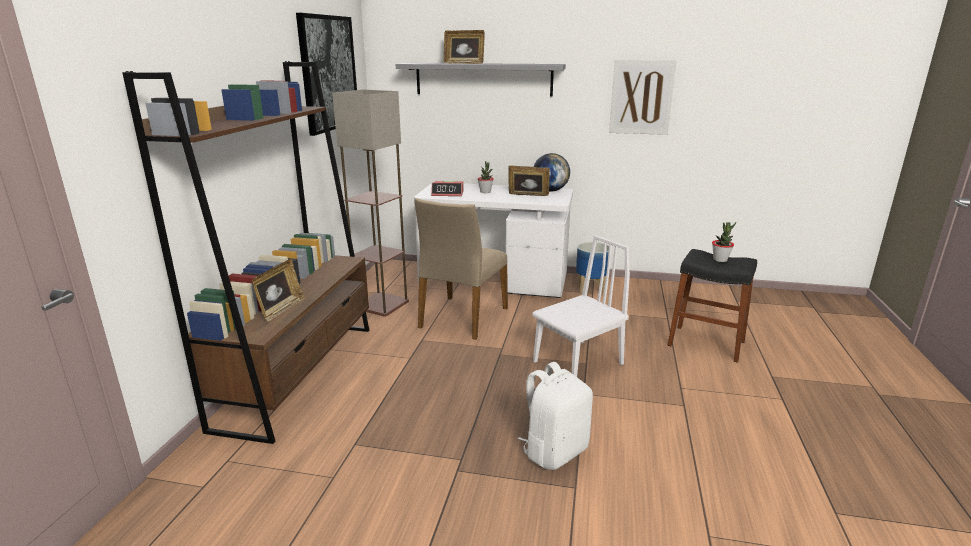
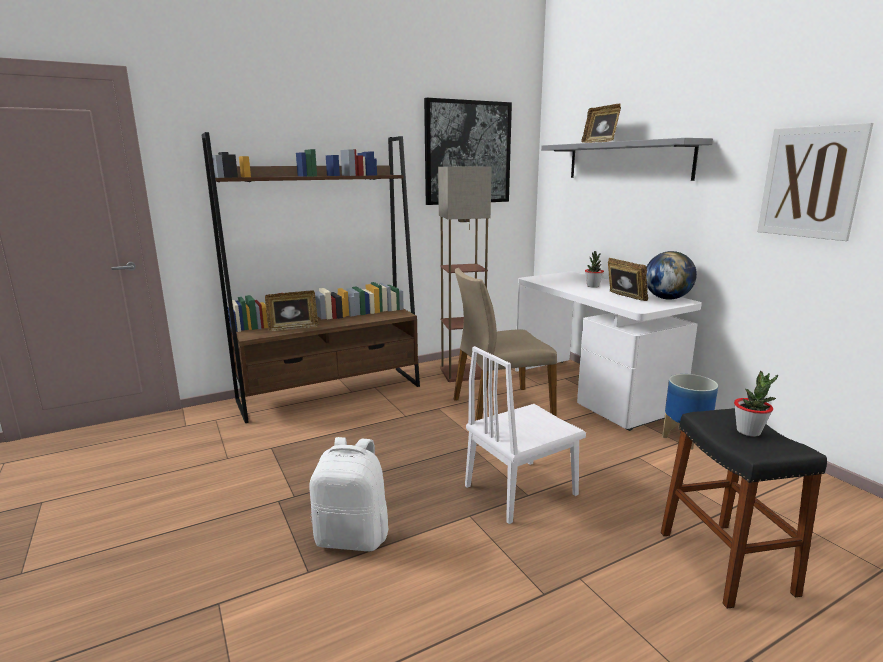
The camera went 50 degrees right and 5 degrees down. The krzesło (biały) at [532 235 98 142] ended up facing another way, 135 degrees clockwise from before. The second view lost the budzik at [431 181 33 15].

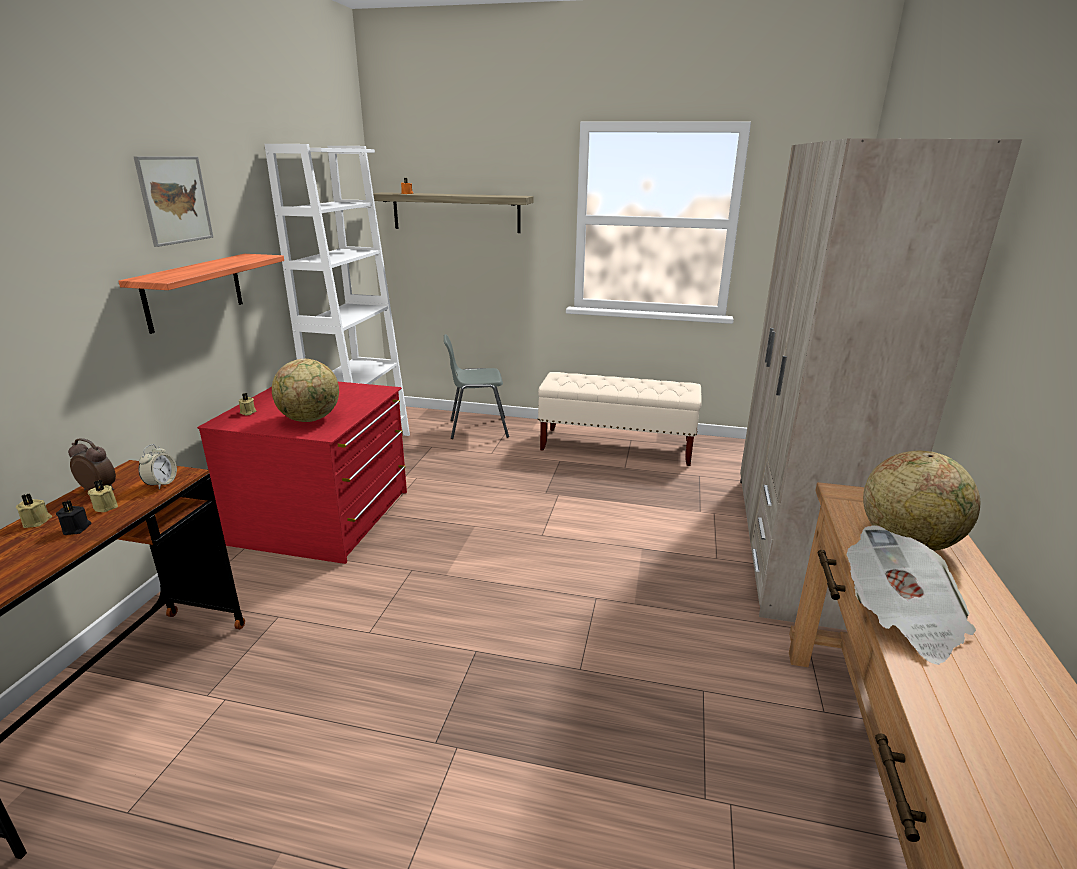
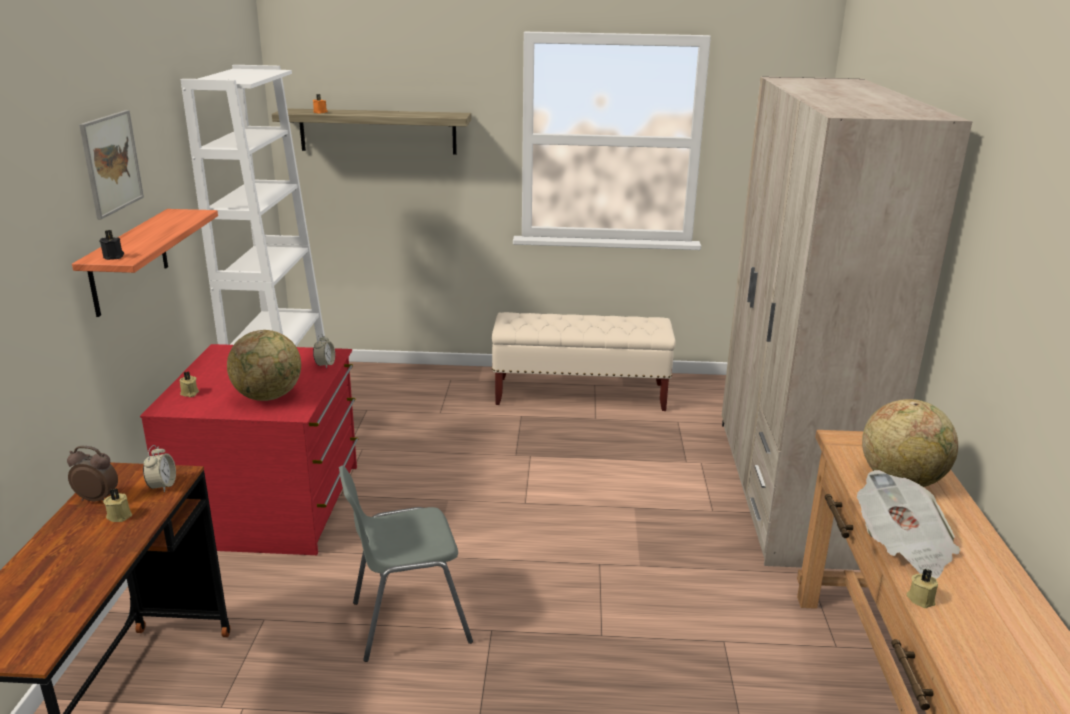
The camera went 10 degrees left and 0 degrees up. The świeca (czarny) ended up elsewhere, having gone from [56 500 36 35] to [99 230 25 30]. The second view gained the budzik at [313 334 22 35]. The krzesło (szary) ended up elsewhere, having gone from [444 334 65 105] to [339 465 134 197]. The świeca (beżowy) ended up elsewhere, having gone from [16 493 36 35] to [907 569 31 39].

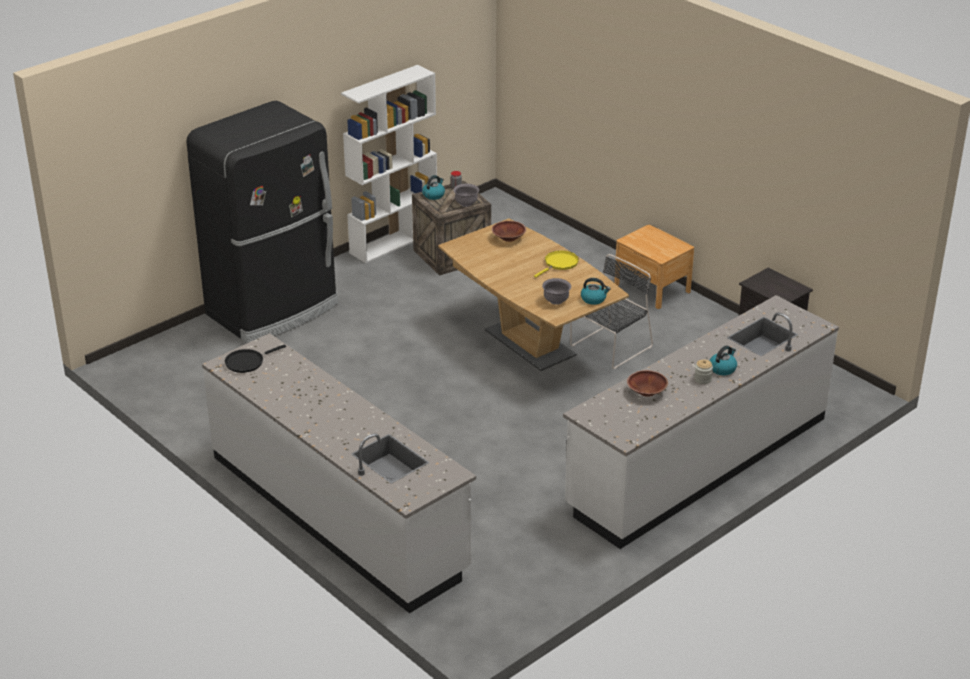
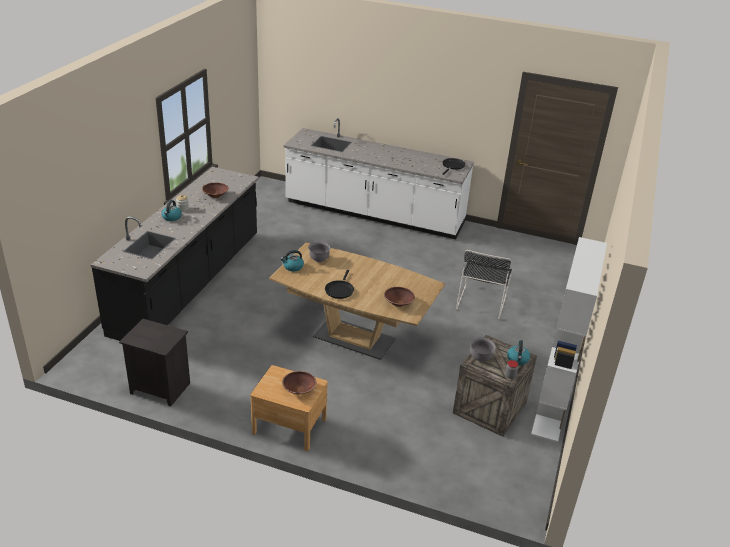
The camera went 150 degrees right and 0 degrees up. What was the zabudowa kuchenna (biały) at [563 295 276 254] turned into the zabudowa kuchenna (czarny) at [91 167 168 174]. The second view gained the miska (brązowy) at [282 371 35 24]. What was the patelnia (żółty) at [534 250 45 28] turned into the patelnia (czarny) at [325 270 29 29]. The krzesło (czarny) ended up elsewhere, having gone from [570 254 83 115] to [456 250 56 69]. The second view lost the lodówka (czarny) at [186 101 152 242].

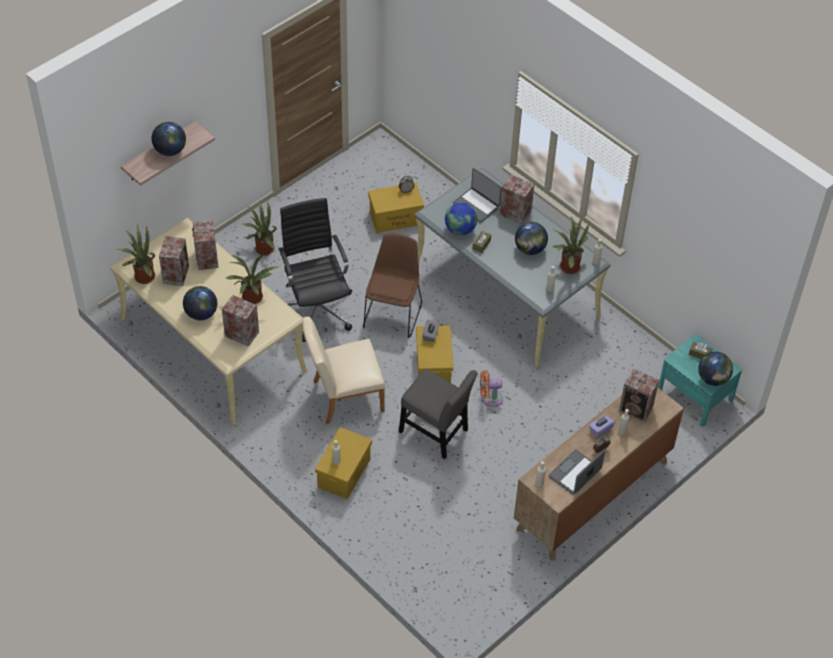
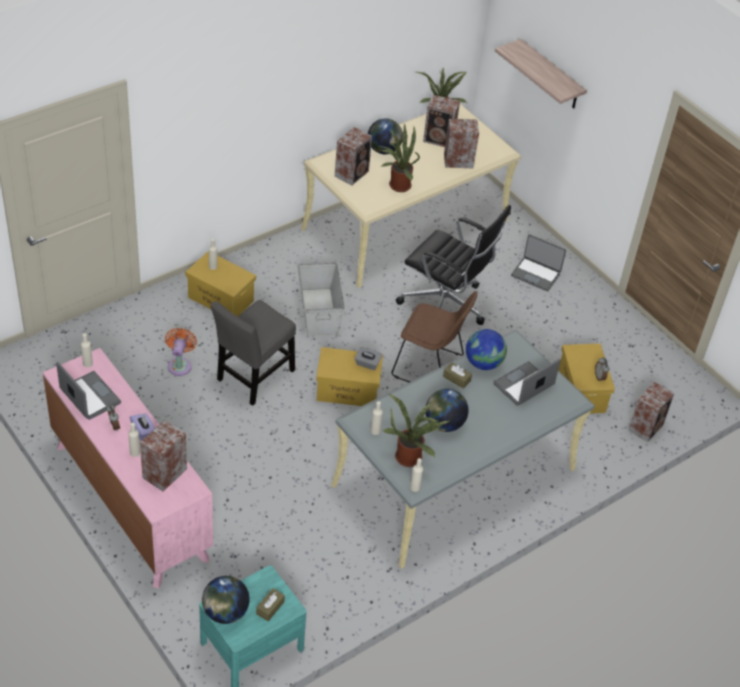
The camera went 95 degrees right and 5 degrees down. What was the komoda (brązowy) at [514 388 170 173] turned into the komoda (różowy) at [43 348 170 241]. The wentylator (pomarańczowy) ended up elsewhere, having gone from [480 370 23 37] to [165 328 32 48]. Where the krzesło (beżowy) stood at [302 317 83 107], the pojemnik do przechowywania (szary) came to stand at [298 263 47 72]. The krzesło biurowe (czarny) at [278 198 74 144] ended up facing another way, 45 degrees clockwise from before. Where the roślina doniczkowa stood at [243 201 34 55], the laptop came to stand at [511 234 55 57]. The głośnik ended up elsewhere, having gone from [499 175 35 50] to [628 382 46 60]. The second view lost the globus at [152 122 34 34].

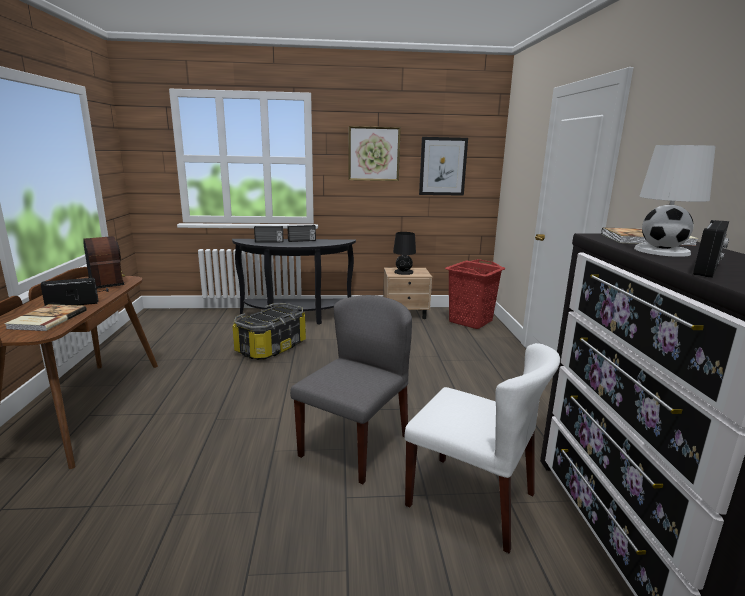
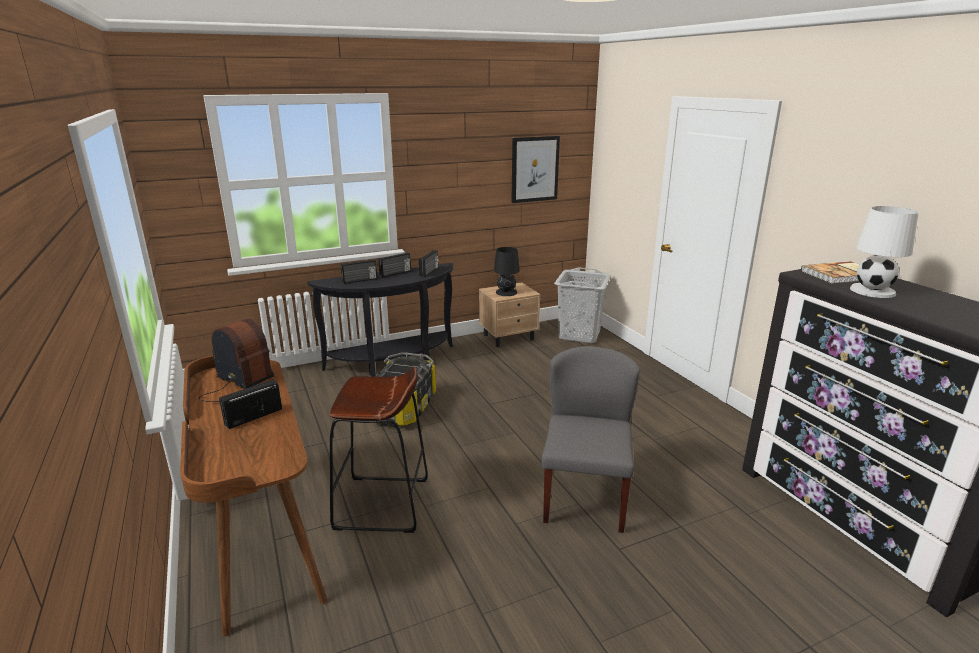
The camera went 20 degrees left and 5 degrees up. The second view gained the stołek (brązowy) at [329 367 99 166]. The radio ended up elsewhere, having gone from [693 220 36 58] to [419 250 20 27]. What was the kosz na pranie (czerwony) at [445 259 60 70] turned into the kosz na pranie (szary) at [554 267 57 76]. The second view lost the książka at [4 304 83 27]. The second view lost the obraz at [348 126 53 55]. The second view lost the krzesło (biały) at [404 343 156 210].

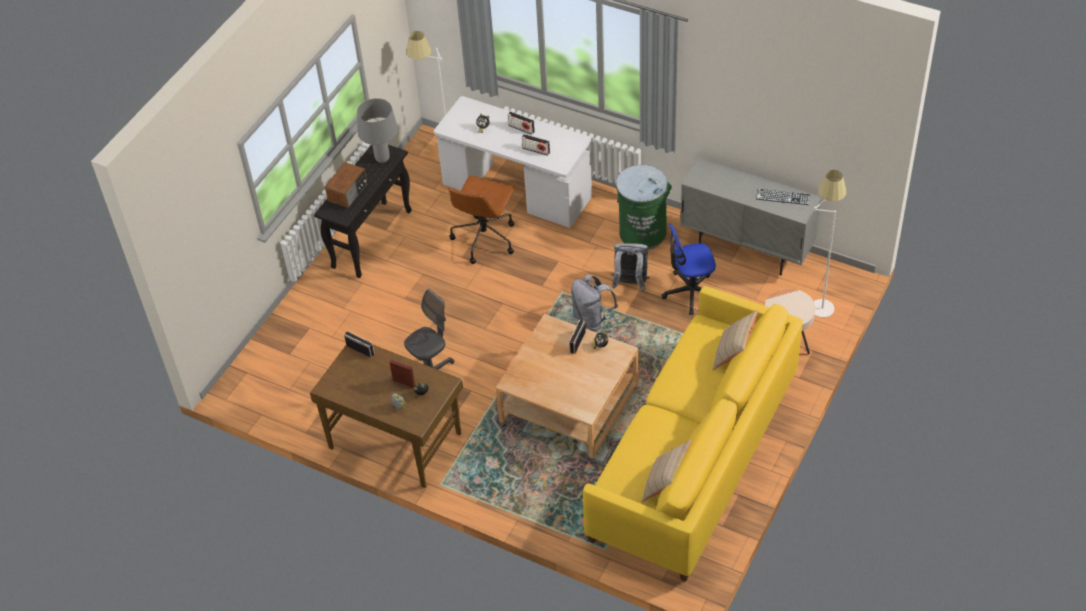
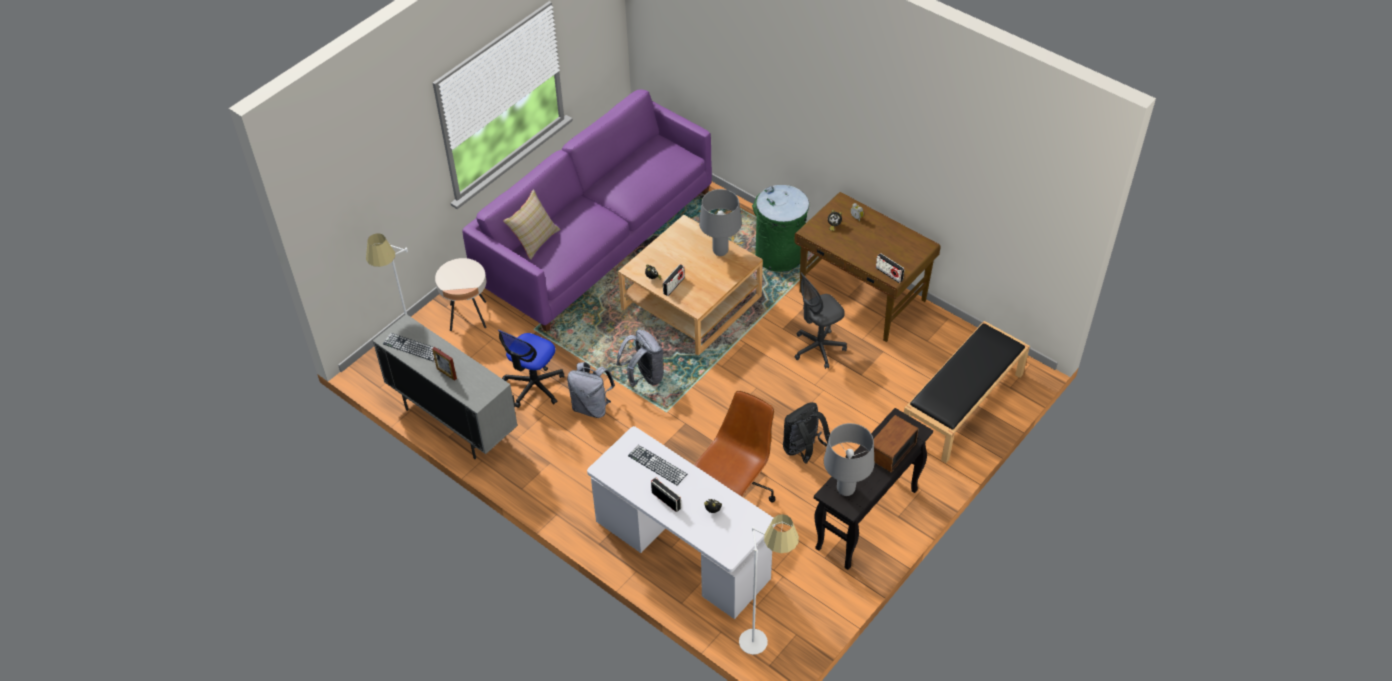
The camera went 170 degrees left and 0 degrees up. The ramka na zdjęcie ended up elsewhere, having gone from [389 360 26 28] to [432 347 25 34]. What was the kanapa (żółty) at [583 286 220 296] turned into the kanapa (fioletowy) at [462 90 250 242]. The krzesło biurowe at [661 223 55 92] ended up facing another way, 120 degrees clockwise from before. Where the radio stood at [522 134 28 22], the klawiatura came to stand at [628 445 59 40]. The second view gained the lampa stołowa (szary) at [699 189 43 67]. The kosz na śmieci (zielony) ended up elsewhere, having gone from [616 165 56 85] to [752 185 57 87]. The second view gained the plecak (czarny) at [783 402 47 62]. The second view gained the ławka (czarny) at [904 321 126 142]. The second view lost the poduszka (beżowy) at [642 440 50 62].

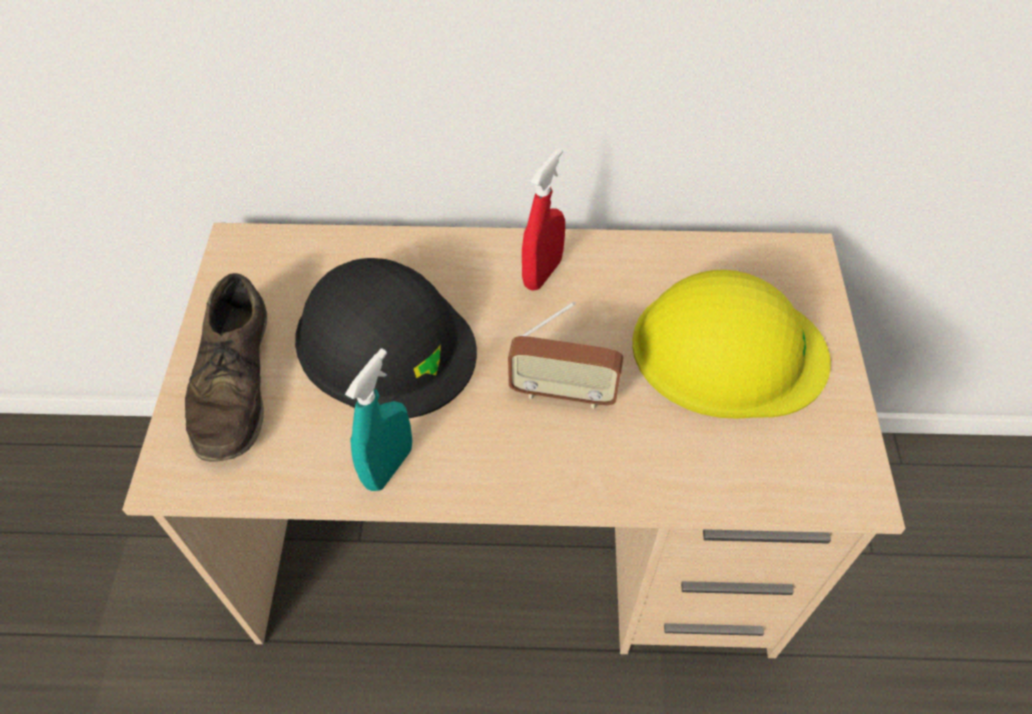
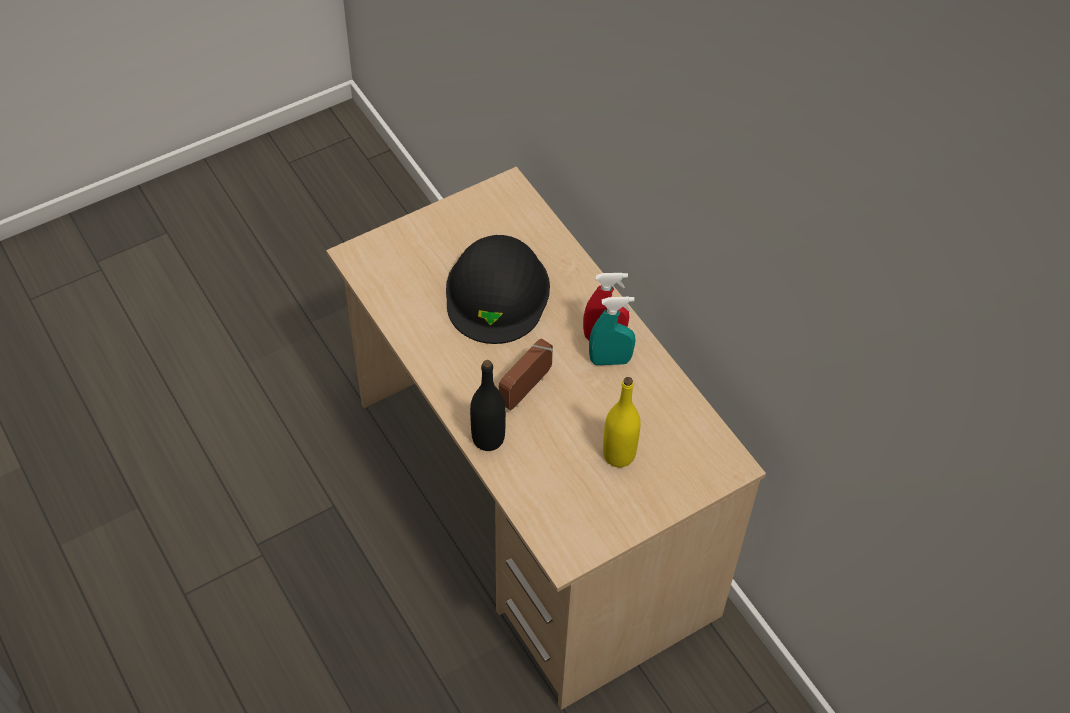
The camera went 55 degrees right and 0 degrees up. The second view gained the butelka (czarny) at [470 360 36 91]. The radio at [508 302 115 107] ended up facing another way, 60 degrees clockwise from before. The spryskiwacz (turkusowy) ended up elsewhere, having gone from [345 349 67 142] to [589 297 47 68]. Where the kask (żółty) stood at [632 270 199 149], the butelka (żółty) came to stand at [603 377 37 90]. The second view lost the but (brązowy) at [185 273 82 189].

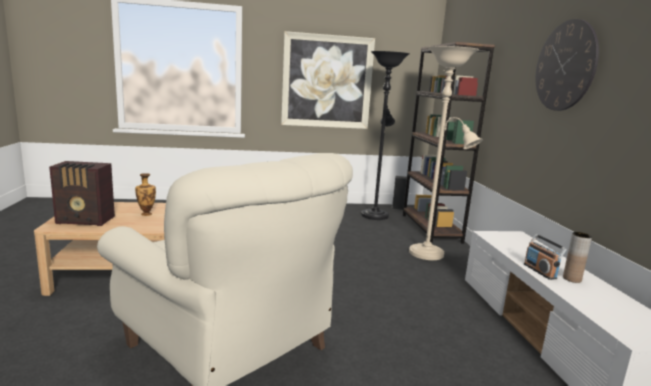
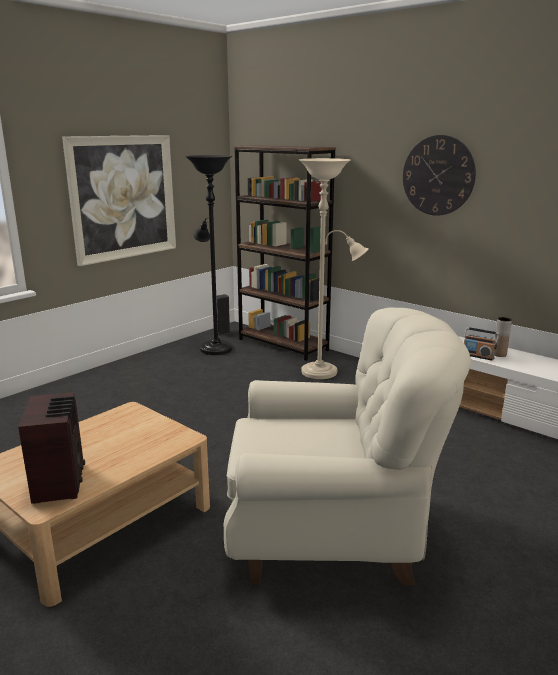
The camera went 40 degrees left and 5 degrees up. The radio at [49 161 66 65] ended up facing another way, 60 degrees counterclockwise from before. The second view lost the wazon at [135 173 21 43].

